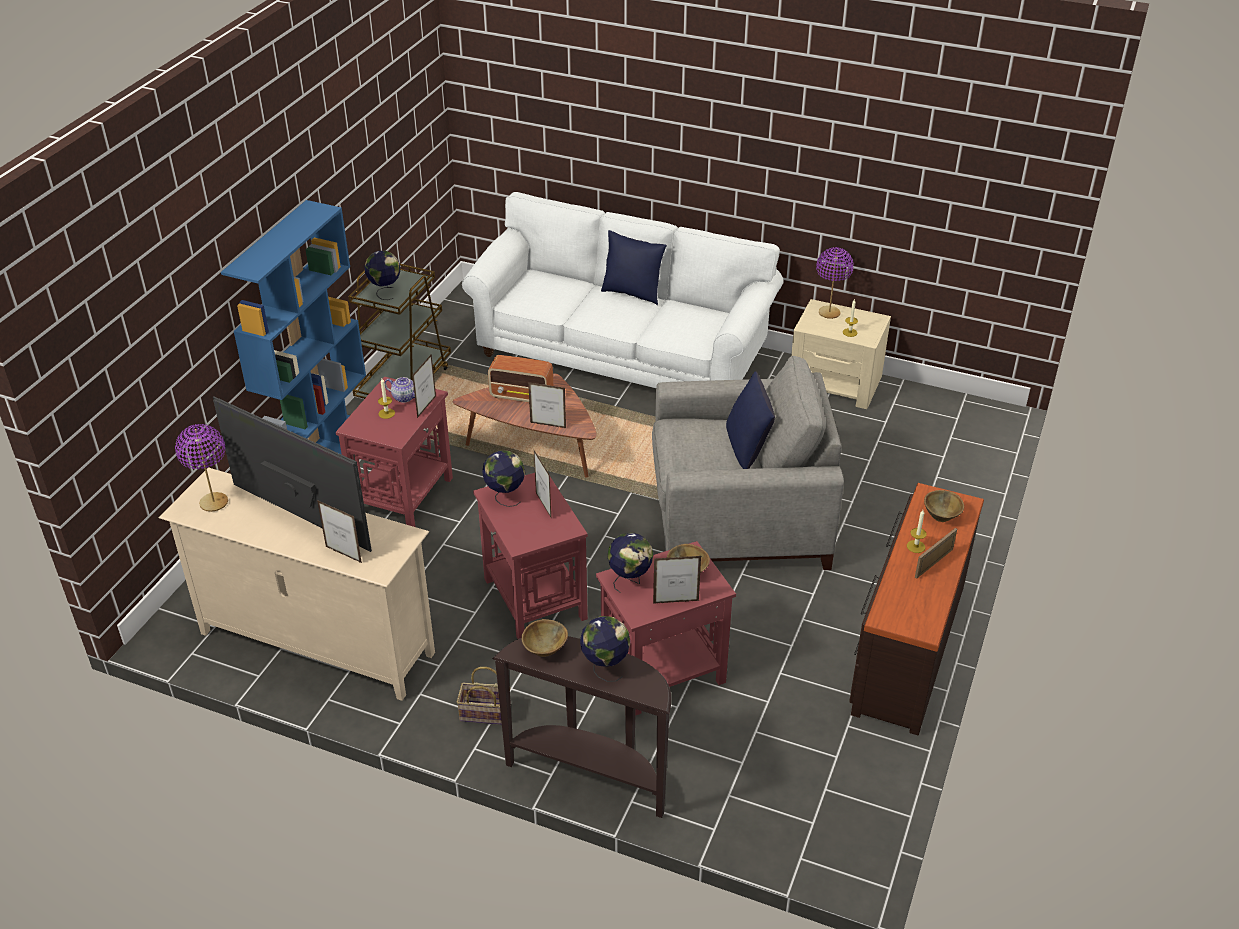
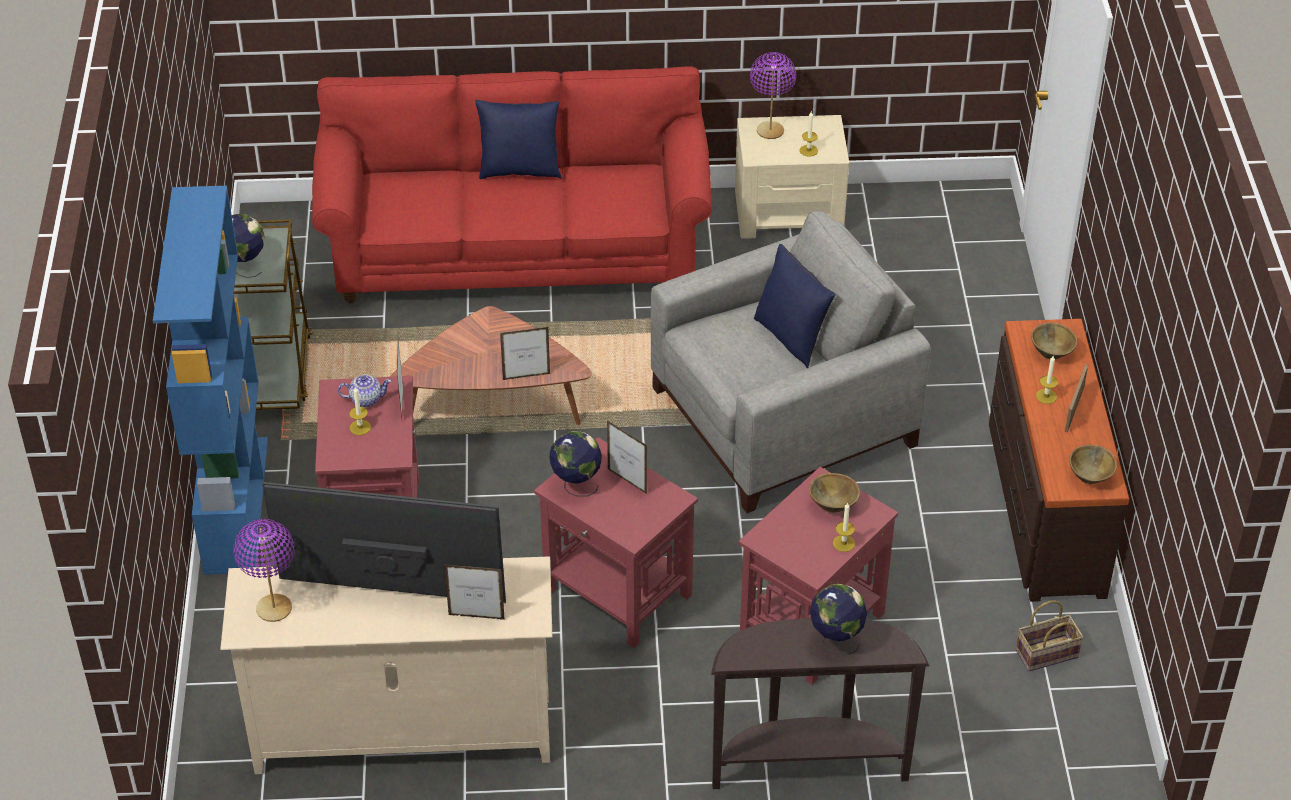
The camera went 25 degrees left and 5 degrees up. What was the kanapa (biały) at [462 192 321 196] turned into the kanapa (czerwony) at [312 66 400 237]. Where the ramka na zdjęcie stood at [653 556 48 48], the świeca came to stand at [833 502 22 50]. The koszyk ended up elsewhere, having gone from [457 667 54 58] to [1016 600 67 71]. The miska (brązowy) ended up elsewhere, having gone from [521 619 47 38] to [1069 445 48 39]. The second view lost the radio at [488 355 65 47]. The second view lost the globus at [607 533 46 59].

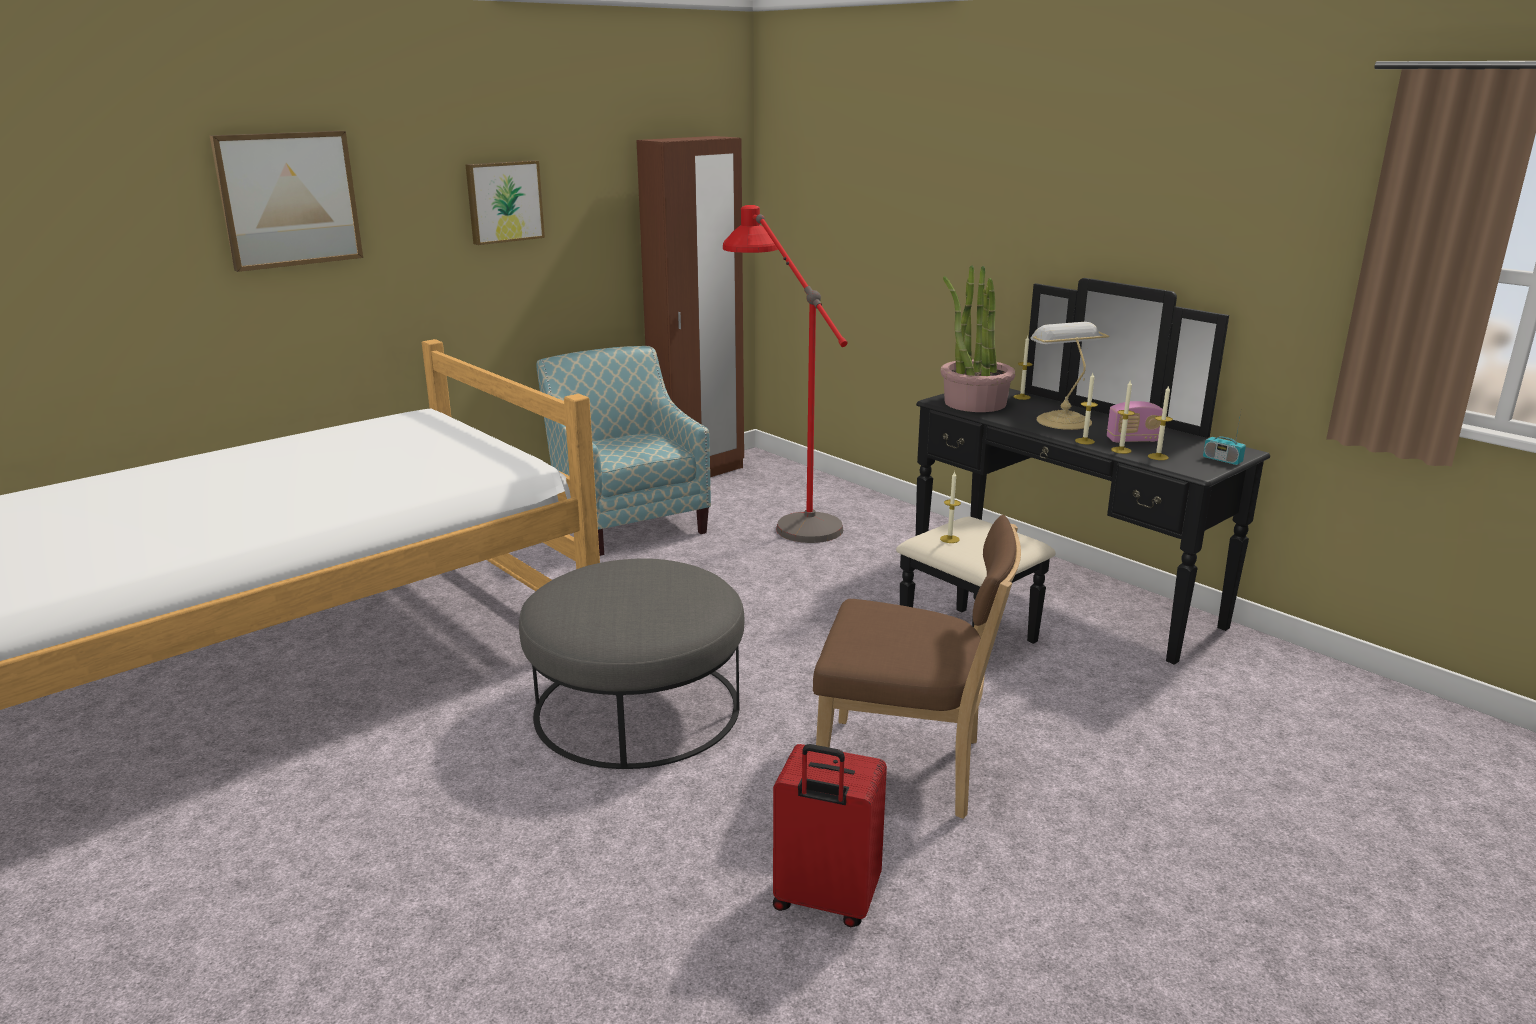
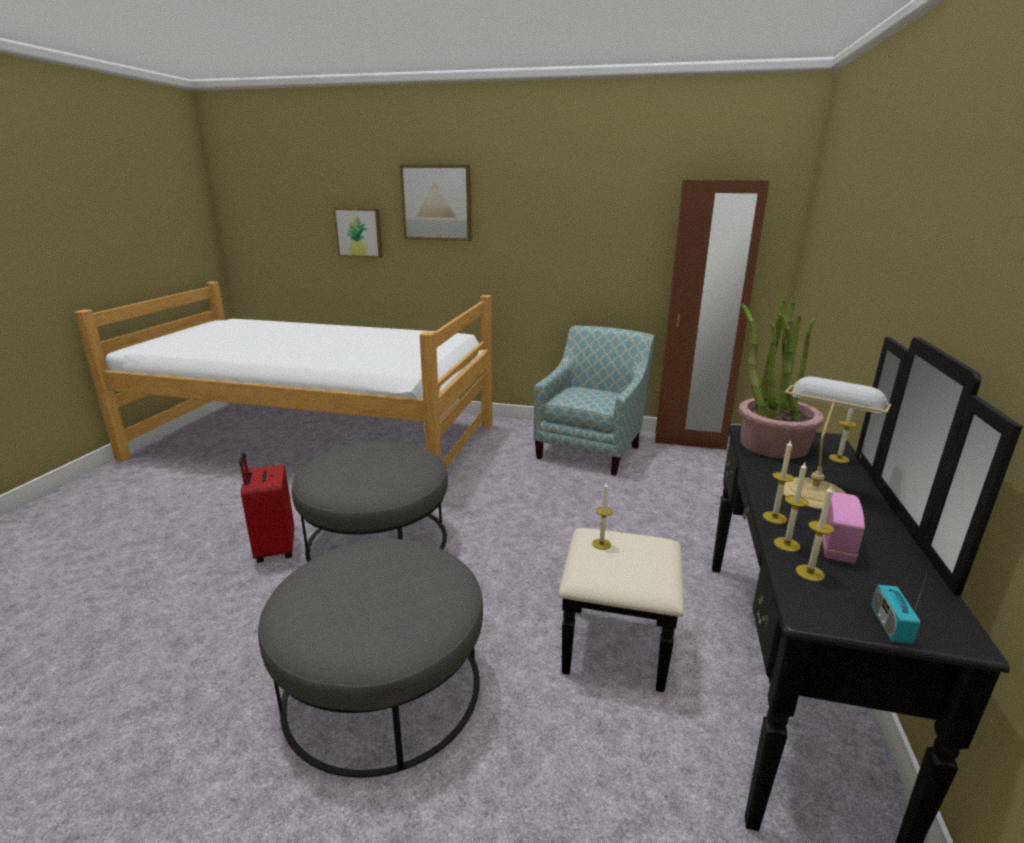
The camera went 55 degrees right and 0 degrees up. The walizka (czerwony) ended up elsewhere, having gone from [773 744 114 183] to [239 453 55 110]. Where the krzesło (brązowy) stood at [813 515 208 304], the pufa (szary) came to stand at [258 539 225 238]. The obraz ended up elsewhere, having gone from [465 160 80 85] to [334 208 49 50]. The radio at [1107 401 56 42] ended up facing another way, 120 degrees counterclockwise from before. The second view lost the lampa stojąca (czerwony) at [723 205 124 338].

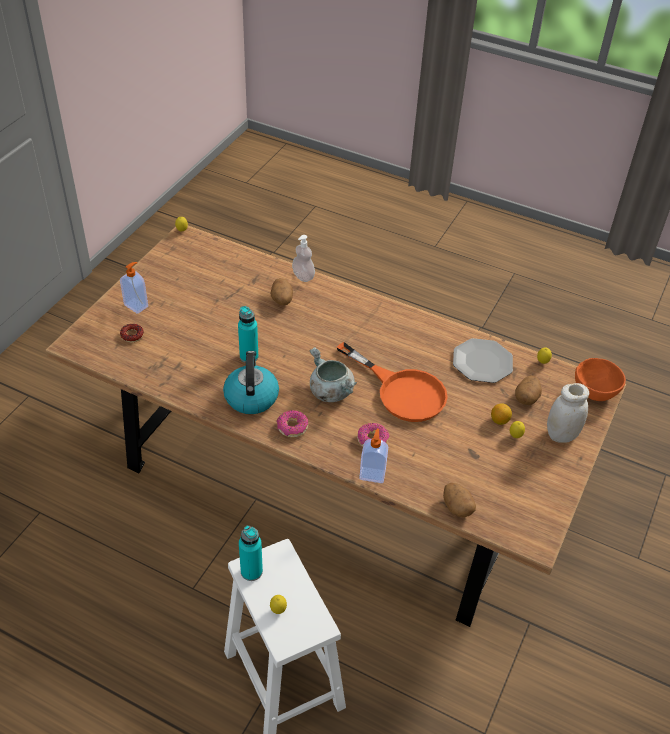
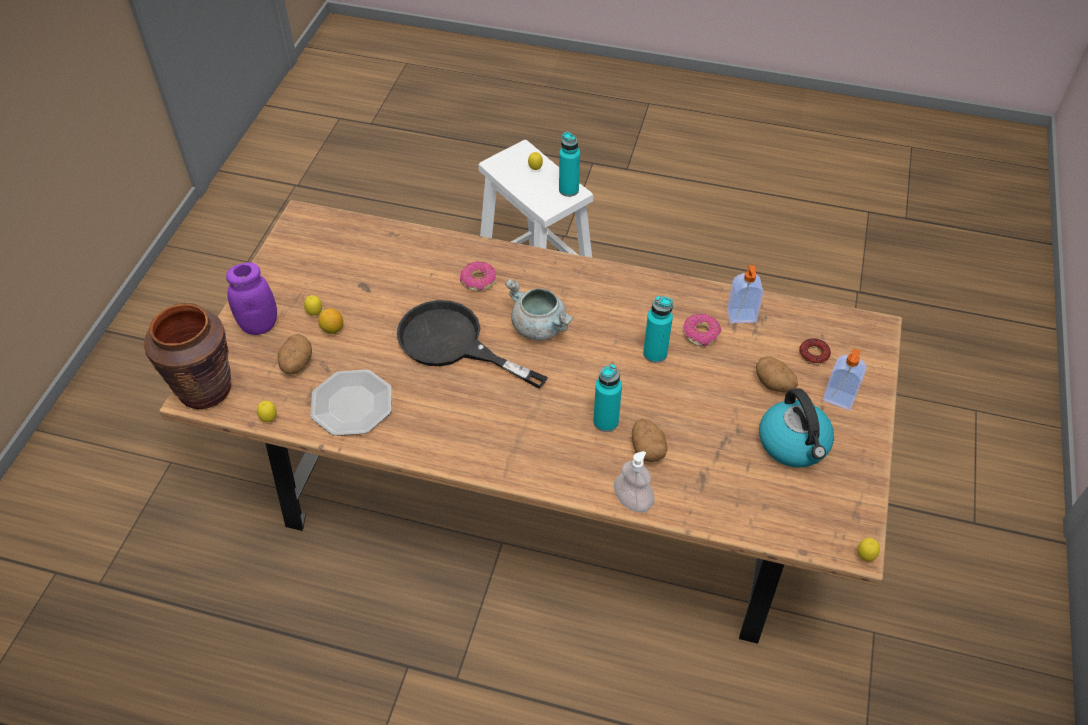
The camera went 170 degrees right and 5 degrees up. Where the miska (pomarańczowy) stood at [575 358 51 43], the wazon (brązowy) came to stand at [144 303 87 106]. What was the słoik (biały) at [547 383 42 60] turned into the słoik (fioletowy) at [226 262 51 73]. What was the patelnia (pomarańczowy) at [337 342 111 80] turned into the patelnia (czarny) at [397 300 151 89]. The second view gained the butelka (turkusowy) at [593 364 29 68]. The donut ended up elsewhere, having gone from [277 410 31 27] to [683 314 38 33]. The dozownik mydła ended up elsewhere, having gone from [359 429 29 54] to [727 265 36 58]. The ziemniak ended up elsewhere, having gone from [443 483 33 35] to [756 356 42 37]. The czajnik ended up elsewhere, having gone from [223 351 56 63] to [759 388 75 80].

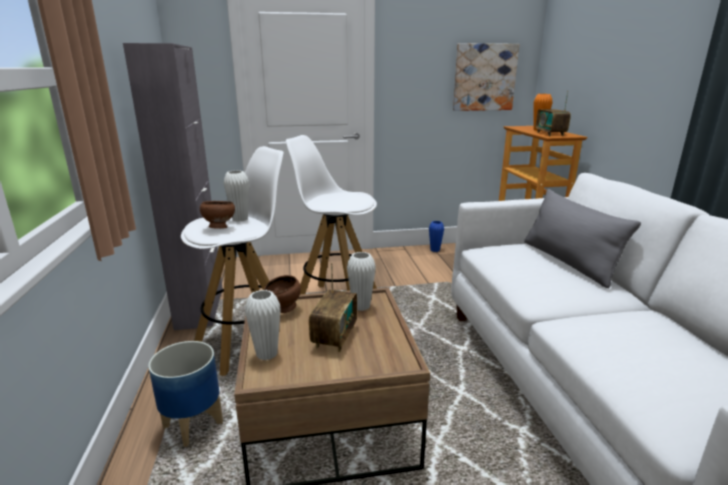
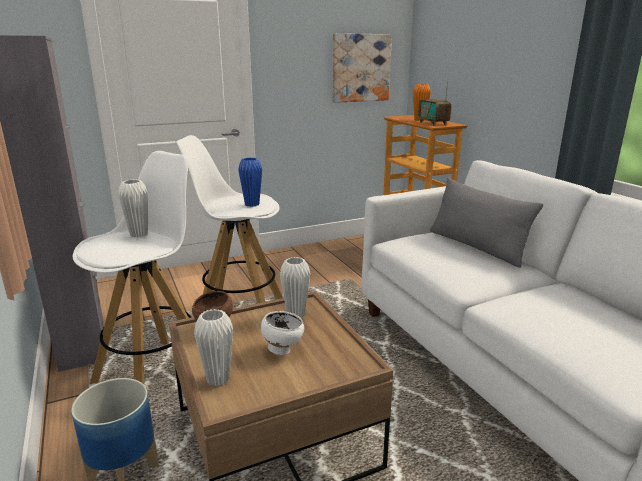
The camera went 15 degrees left and 0 degrees up. The wazon (niebieski) ended up elsewhere, having gone from [429 221 15 31] to [238 158 24 49]. Where the radio stood at [309 263 48 89], the miska (biały) came to stand at [261 311 43 44]. The second view lost the miska (brązowy) at [200 201 35 28].

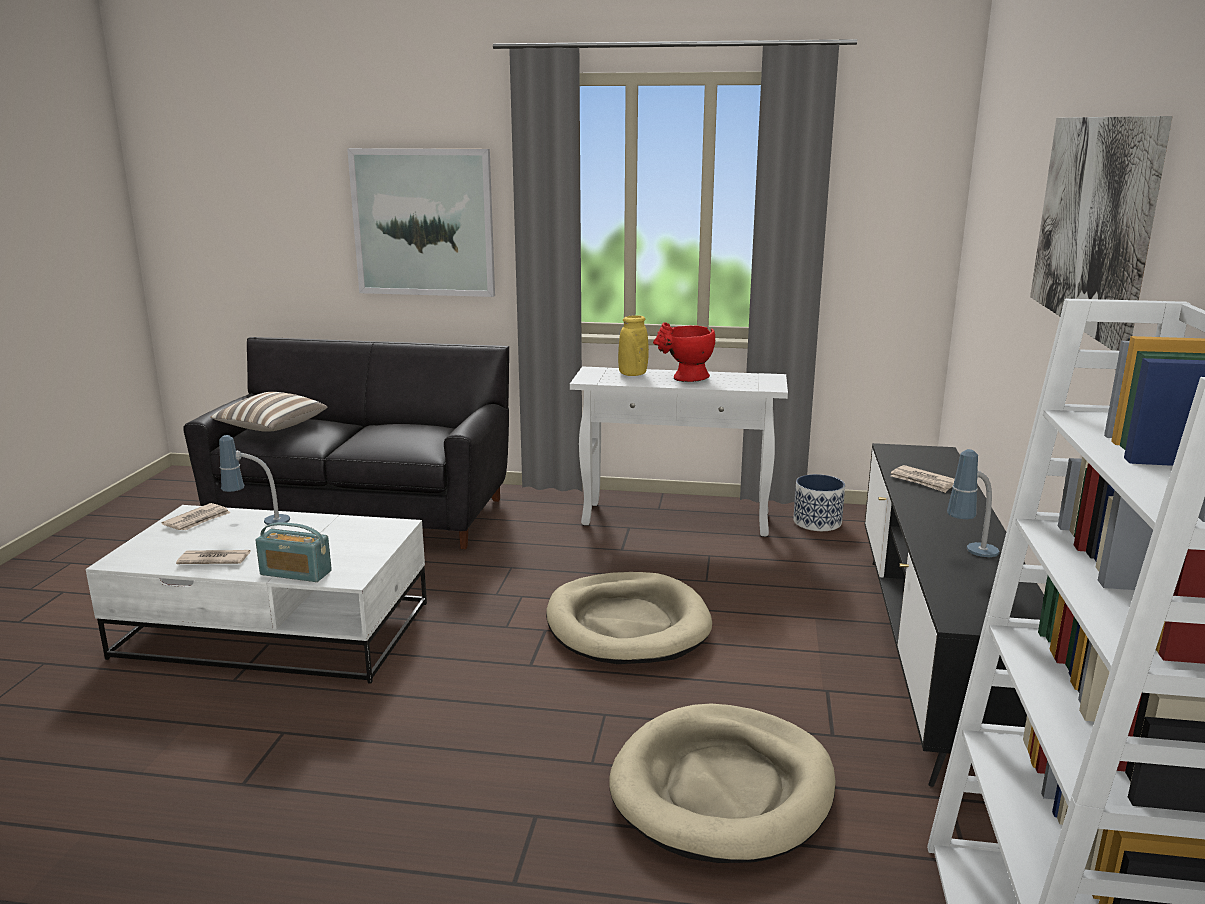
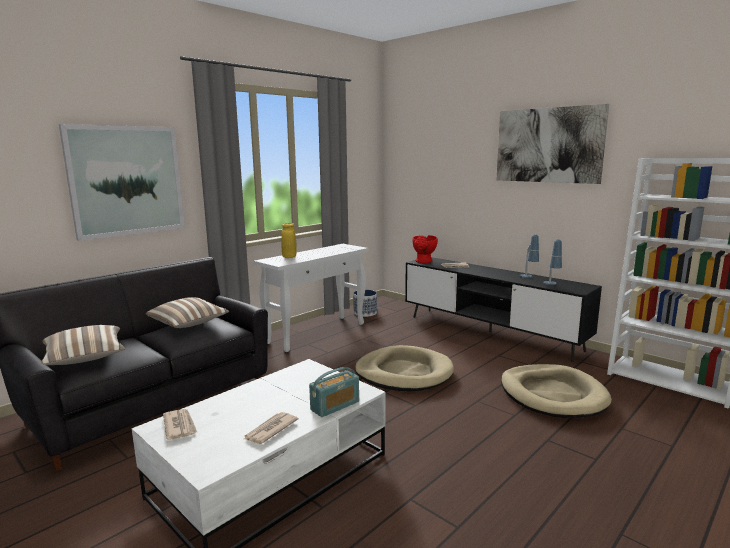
The camera went 55 degrees left and 5 degrees down. The second view gained the poduszka at [146 297 83 31]. The wazon (czerwony) ended up elsewhere, having gone from [653 323 62 59] to [412 235 26 28]. The lampa stołowa ended up elsewhere, having gone from [219 435 71 90] to [543 239 19 46].

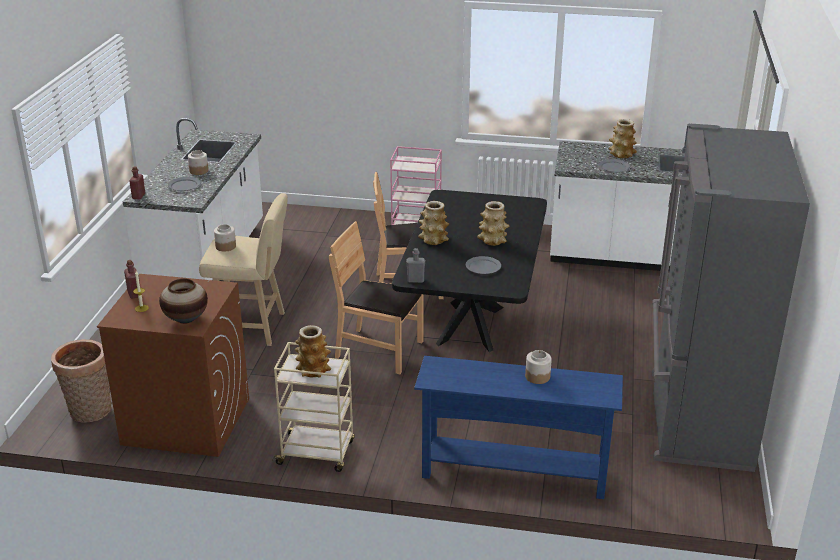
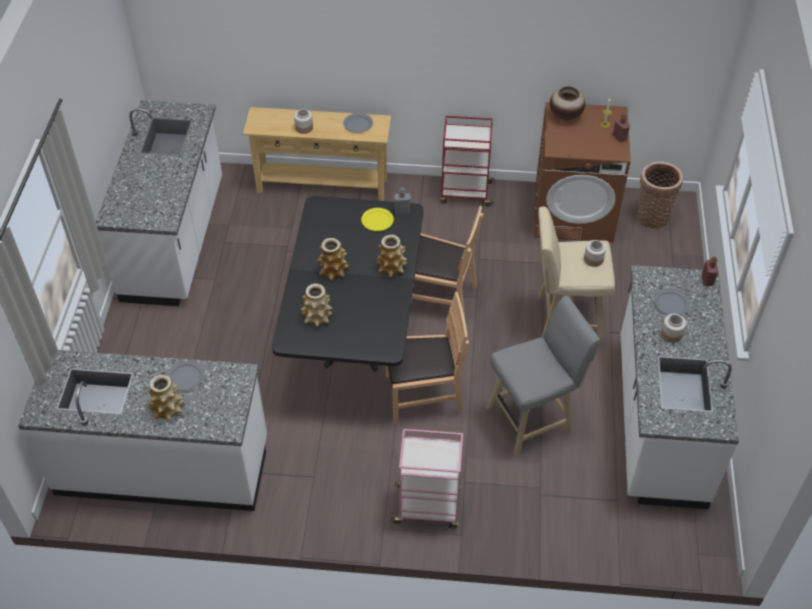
The camera went 175 degrees right and 20 degrees up. Where the lodówka (szary) stood at [652 124 158 348], the zabudowa kuchenna (biały) came to stand at [96 100 126 206]. What was the stolik konsolowy (niebieski) at [414 356 209 143] turned into the stolik konsolowy (beżowy) at [243 107 148 94]. The wazon ended up elsewhere, having gone from [295 325 36 53] to [301 284 31 43]. The talerz (szary) ended up elsewhere, having gone from [466 256 35 18] to [343 113 30 20]. The second view gained the talerz (żółty) at [361 208 33 23]. What was the wózek (beżowy) at [273 342 82 130] turned into the wózek (czerwony) at [440 116 55 90]. The second view gained the stołek (szary) at [486 296 114 160].

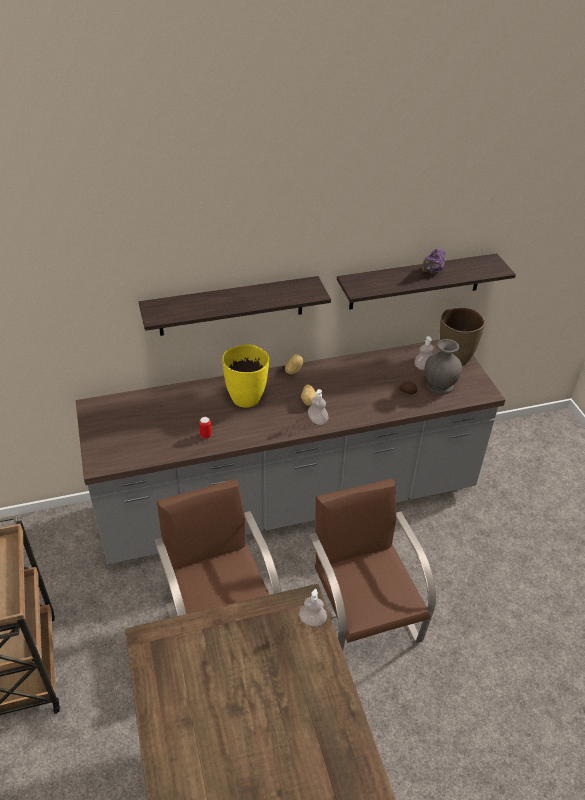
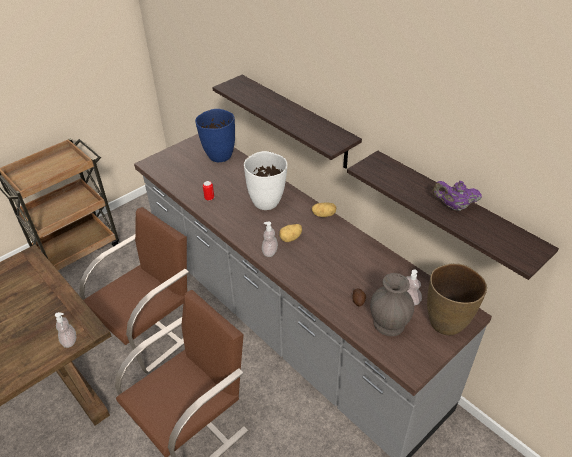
The camera went 65 degrees right and 0 degrees up. The second view gained the wazon (niebieski) at [195 109 40 53]. What was the wazon (żółty) at [222 344 47 64] turned into the wazon (biały) at [244 151 43 59].

